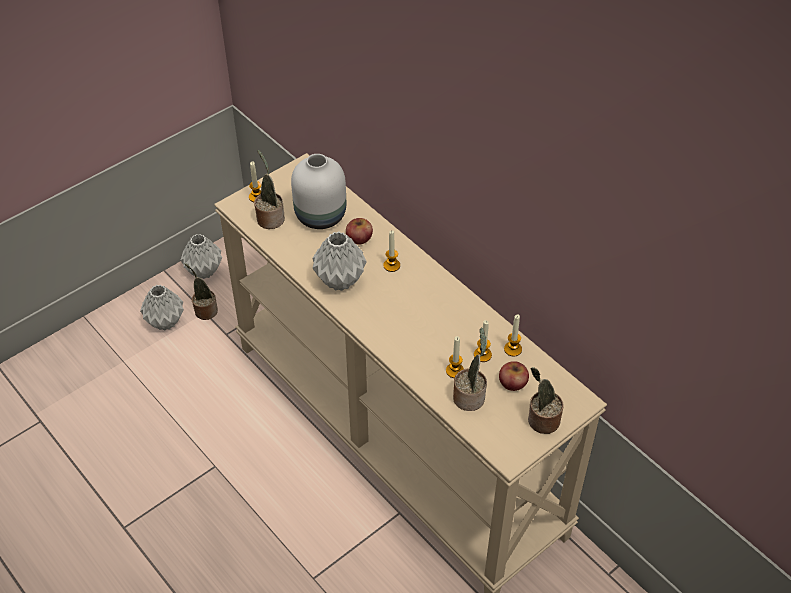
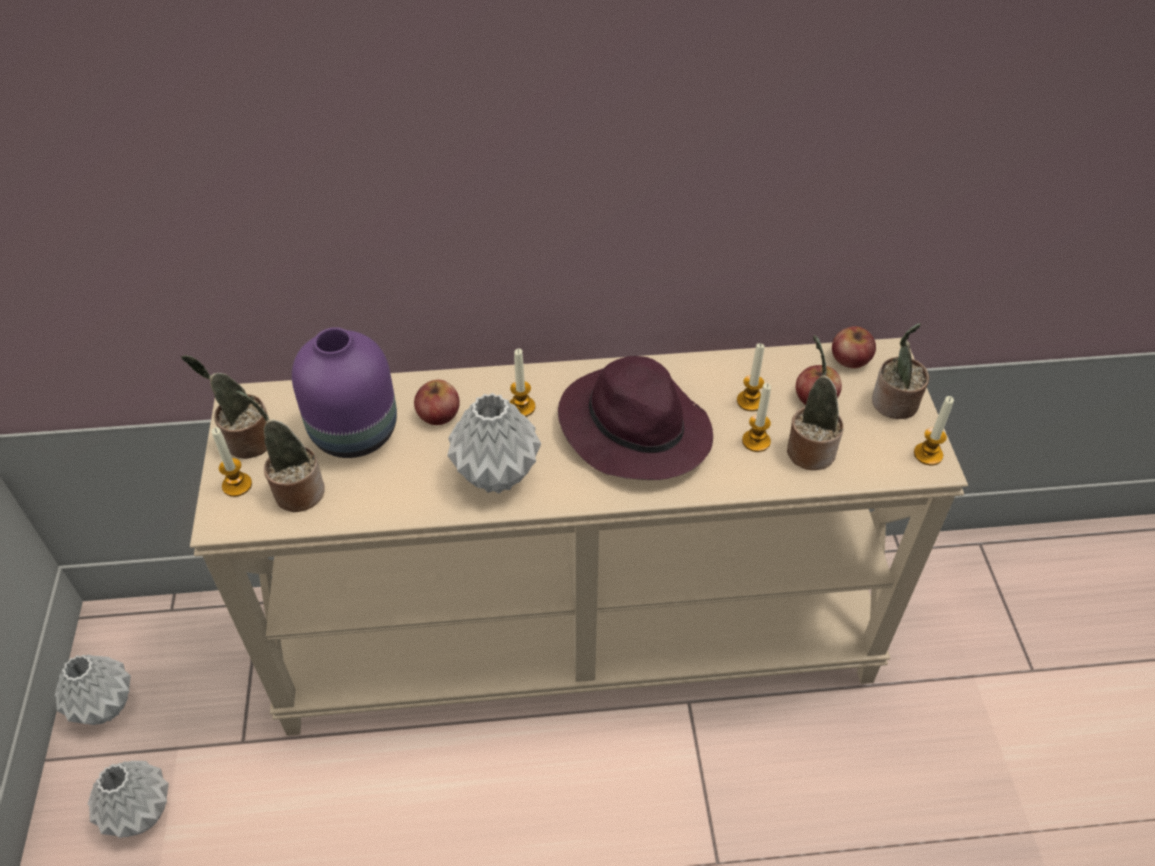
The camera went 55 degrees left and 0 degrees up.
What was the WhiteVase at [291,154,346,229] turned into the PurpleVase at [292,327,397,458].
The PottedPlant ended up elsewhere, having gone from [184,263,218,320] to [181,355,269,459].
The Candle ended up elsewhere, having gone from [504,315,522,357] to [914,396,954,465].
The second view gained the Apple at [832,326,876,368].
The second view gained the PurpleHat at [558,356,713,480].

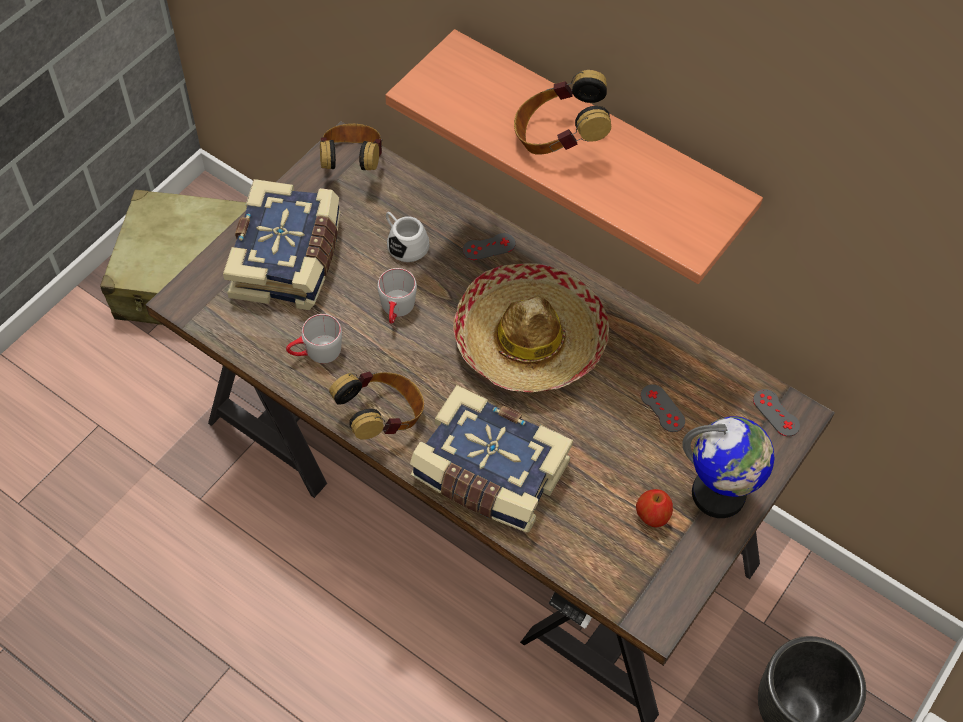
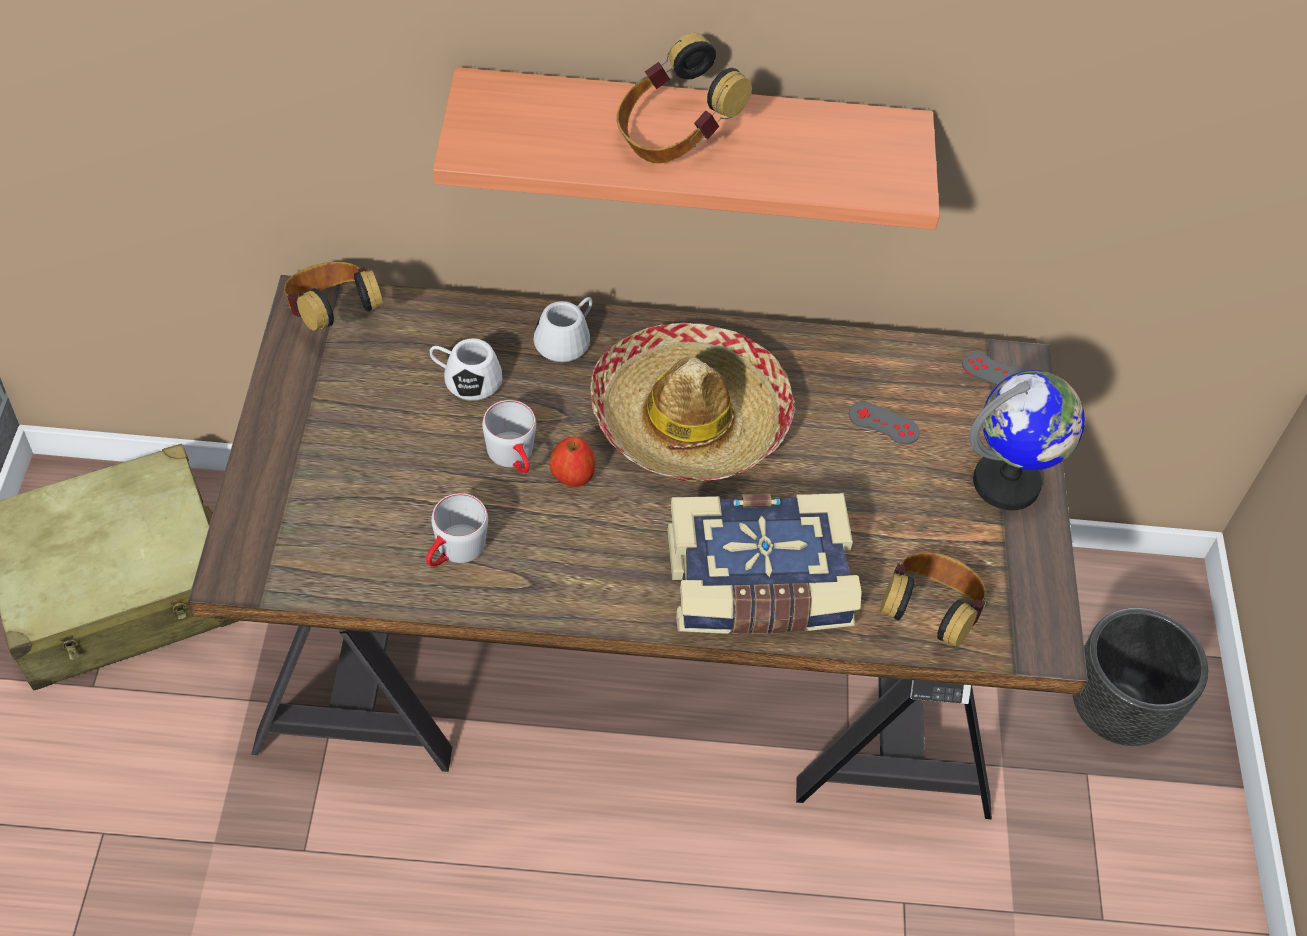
The camera went 35 degrees left and 5 degrees down.
The second view lost the Book at [223,179,340,310].
Where the GreyGameController stood at [463,233,516,260], the WhiteMug came to stand at [533,297,592,362].
The Headphones ended up elsewhere, having gone from [329,371,424,440] to [880,552,986,647].
The Apple ended up elsewhere, having gone from [636,489,673,527] to [549,436,596,487].

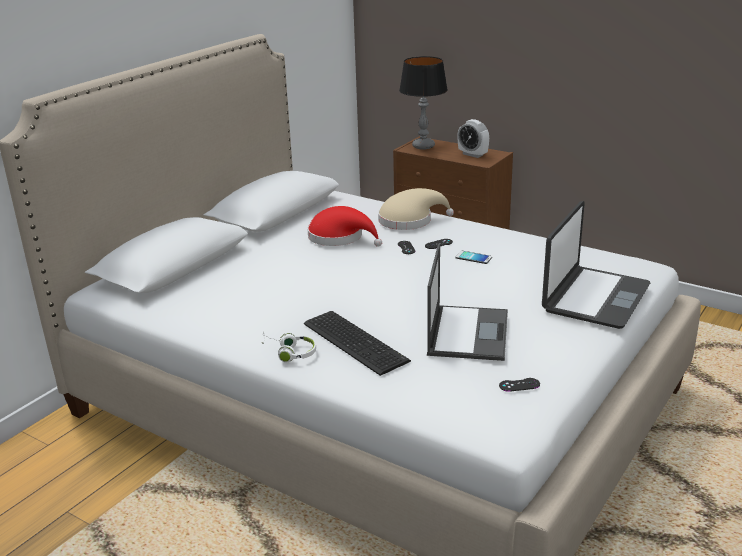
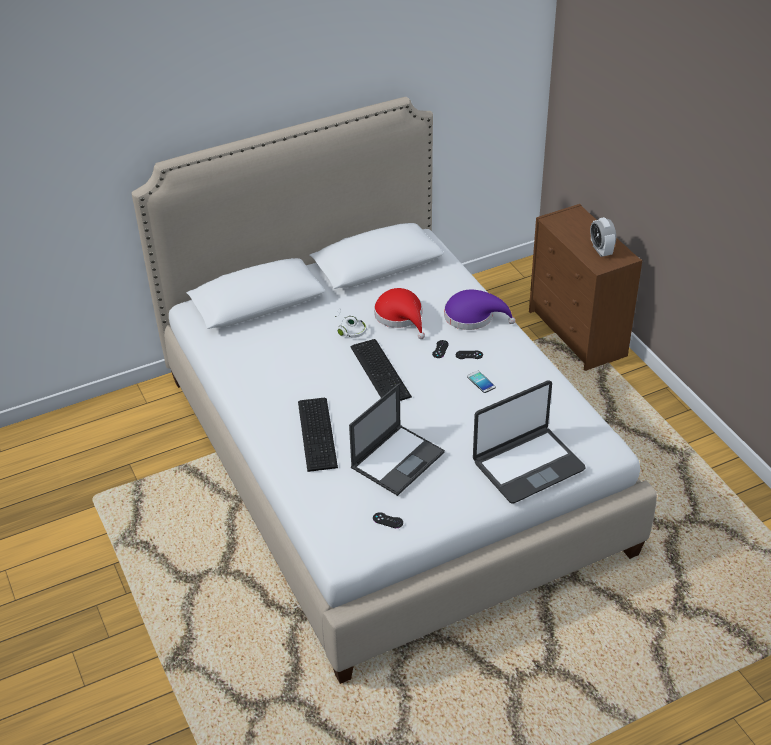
The camera went 30 degrees right and 15 degrees up.
The second view lost the TableLamp at [399,56,448,150].
What was the BeigeHat at [378,188,454,230] turned into the PurpleHat at [444,290,516,330].
The WhiteHeadphones ended up elsewhere, having gone from [262,331,316,363] to [335,308,367,338].
The second view gained the Keyboard at [350,339,412,401].

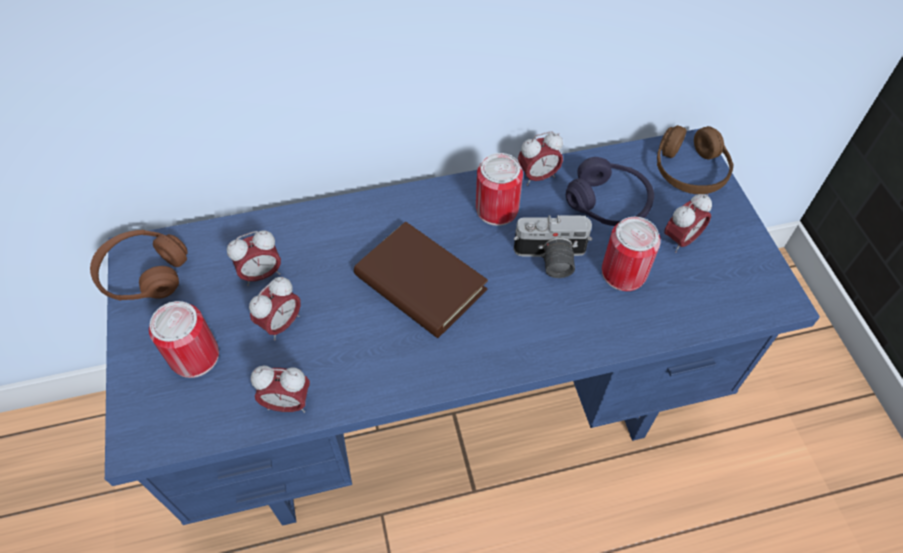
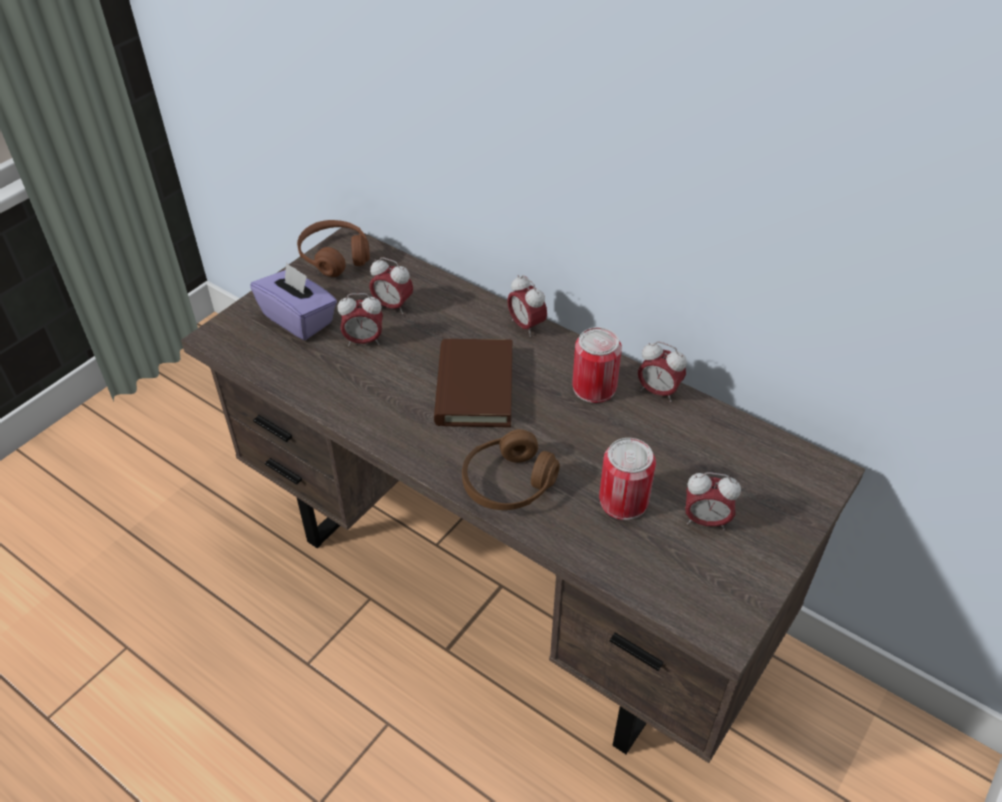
The camera went 50 degrees right and 10 degrees down.
The BrownHeadphones ended up elsewhere, having gone from [657,125,734,194] to [462,429,560,510].
What was the BlueDesk at [105,128,820,526] turned into the BrownDesk at [181,227,865,763].
The second view lost the PurpleHeadphones at [566,157,654,226].
The second view lost the PhotoCamera at [514,215,592,278].
Where the Can stood at [149,301,219,378], the PurpleTissueBox came to stand at [250,262,337,340].
The AlarmClock ended up elsewhere, having gone from [251,366,310,413] to [507,275,547,337].

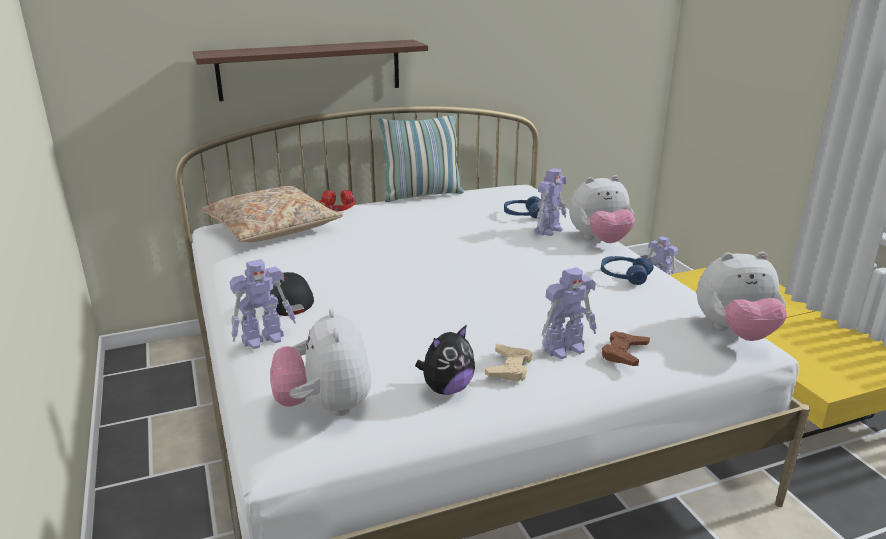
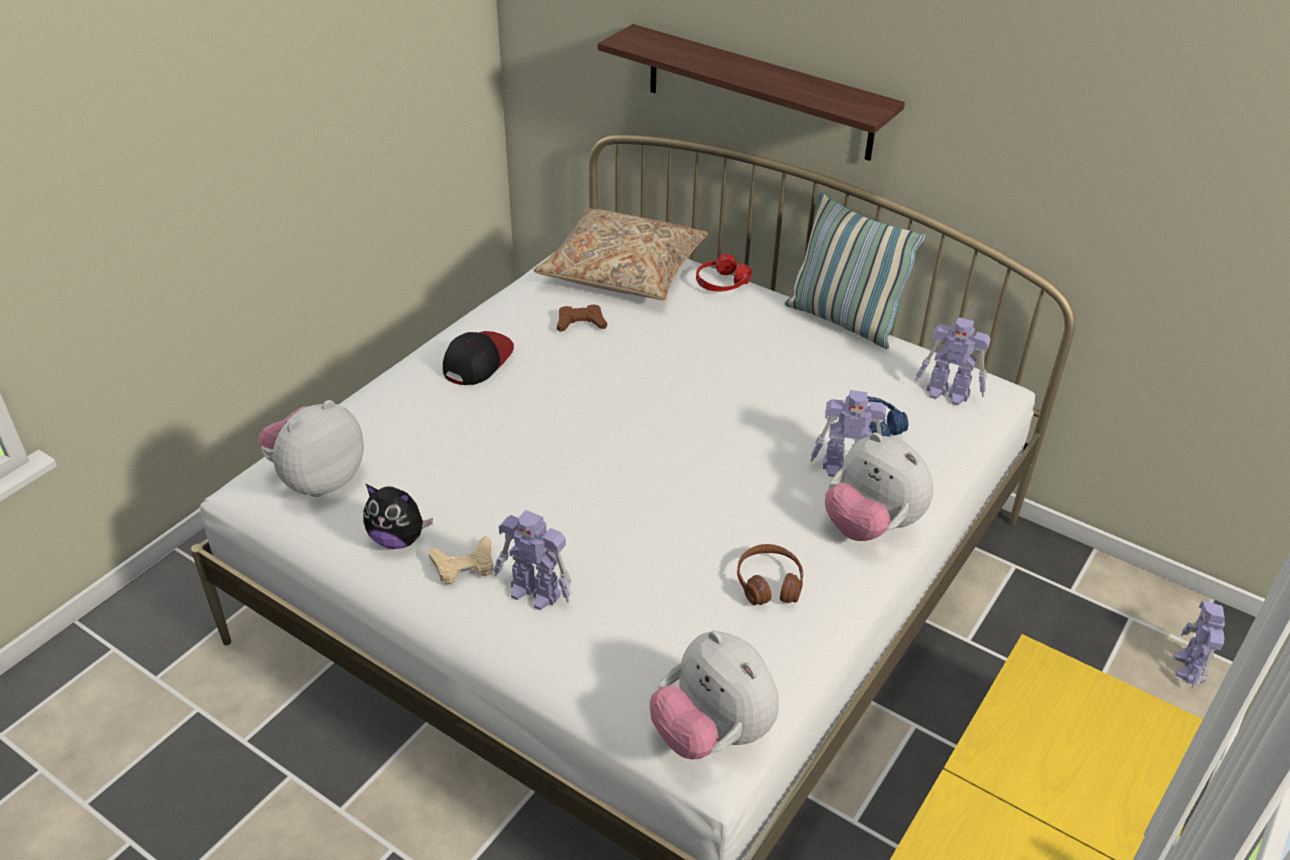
The camera went 55 degrees right and 15 degrees up.
What was the BlueHeadphones at [601,256,653,285] turned into the BrownHeadphones at [737,544,803,605].
The ToyRobot ended up elsewhere, having gone from [230,259,296,349] to [915,317,991,405].
The BrownGameController ended up elsewhere, having gone from [602,331,650,366] to [557,304,607,332].

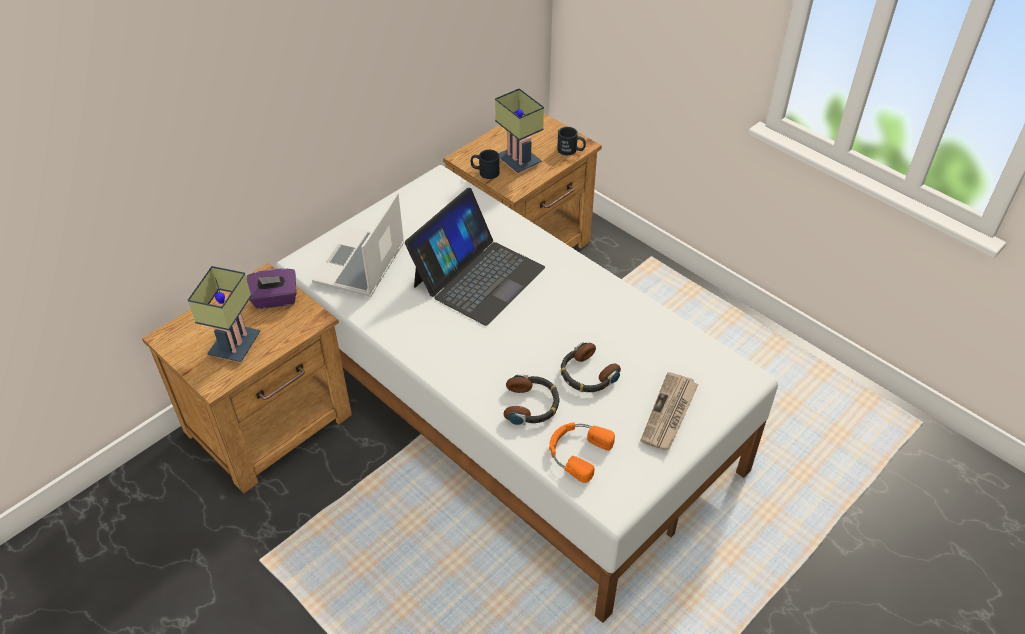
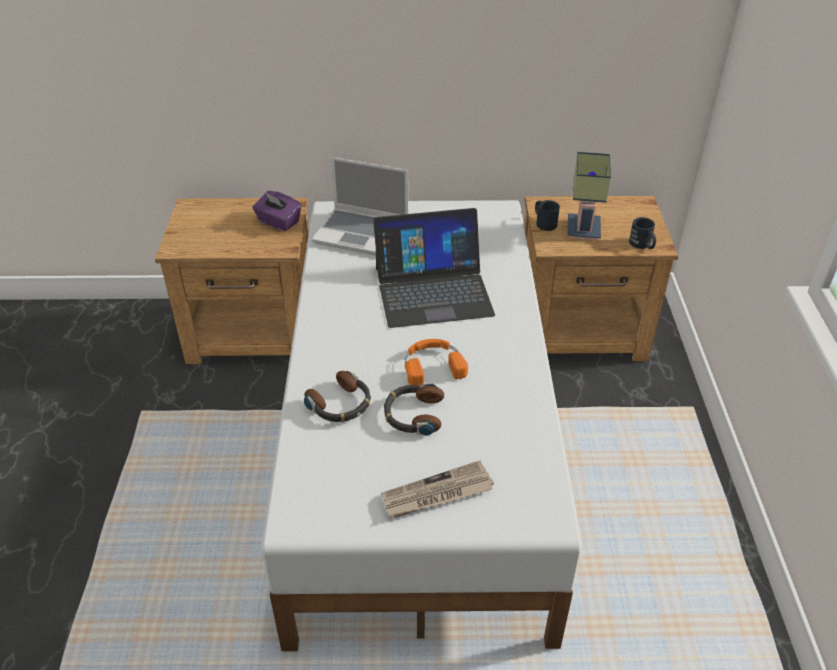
The camera went 45 degrees right and 5 degrees down.
The Laptop at [312,192,404,297] ended up facing another way, 135 degrees counterclockwise from before.
The second view lost the TableLamp at [188,266,260,362].
The OrangeHeadphones ended up elsewhere, having gone from [549,422,615,483] to [405,339,468,386].

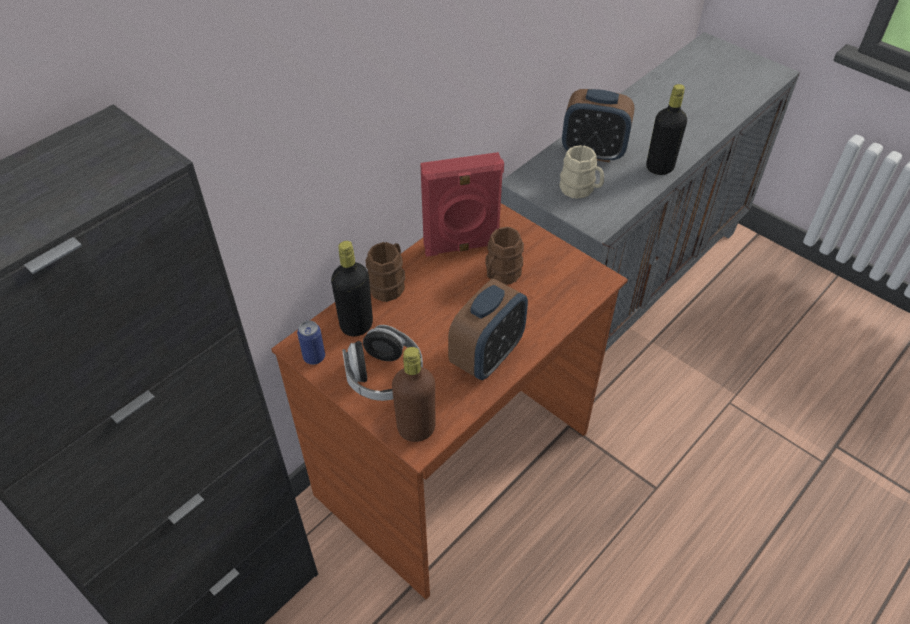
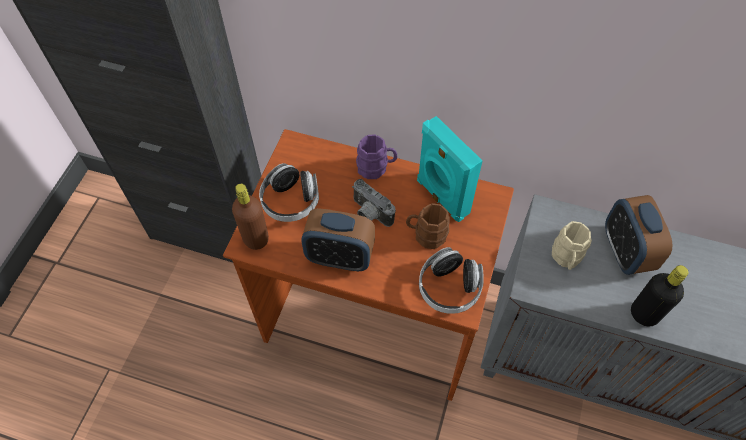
The camera went 65 degrees right and 10 degrees up.
What was the RedSpeaker at [420,152,504,257] turned into the TurquoiseSpeaker at [417,116,482,222].
The second view lost the BlackBottle at [331,241,373,336].
What was the BrownMug at [366,242,405,302] turned into the PurpleMug at [356,135,398,179].
The second view lost the Can at [297,320,325,365].
The second view gained the PhotoCamera at [352,179,396,227].
The second view gained the Headphones at [419,247,483,314].

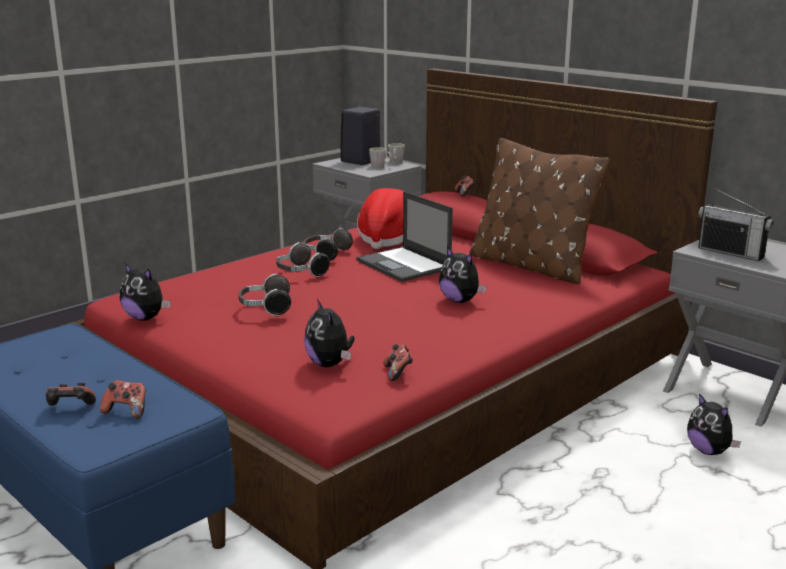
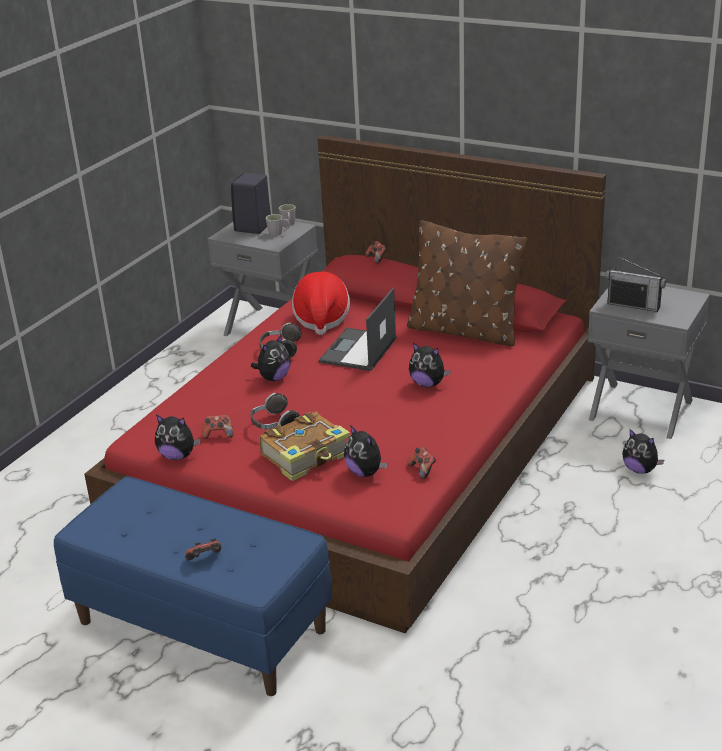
The camera went 15 degrees left and 10 degrees up.
The Laptop at [356,191,453,282] ended up facing another way, 75 degrees clockwise from before.
Where the Headphones stood at [276,242,330,277], the PlushToy came to stand at [251,334,291,381].
The GameController ended up elsewhere, having gone from [100,380,146,419] to [202,415,233,439].
The second view gained the Book at [259,412,350,481].

